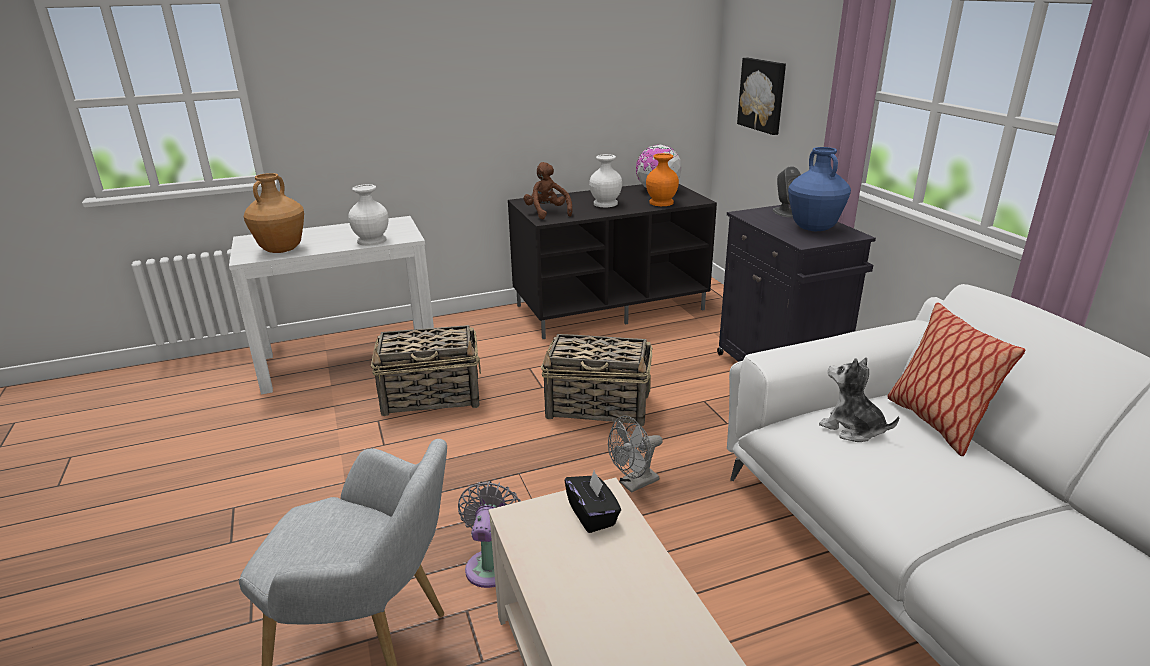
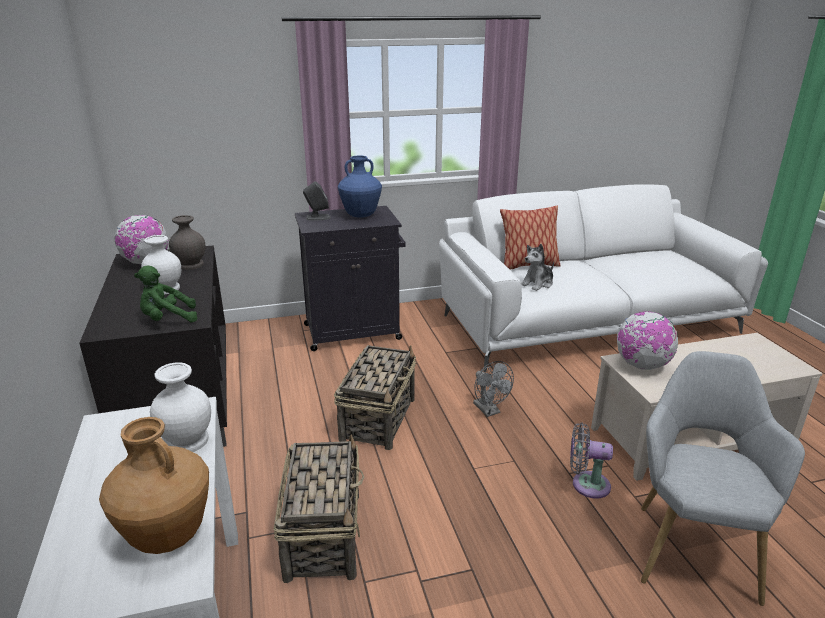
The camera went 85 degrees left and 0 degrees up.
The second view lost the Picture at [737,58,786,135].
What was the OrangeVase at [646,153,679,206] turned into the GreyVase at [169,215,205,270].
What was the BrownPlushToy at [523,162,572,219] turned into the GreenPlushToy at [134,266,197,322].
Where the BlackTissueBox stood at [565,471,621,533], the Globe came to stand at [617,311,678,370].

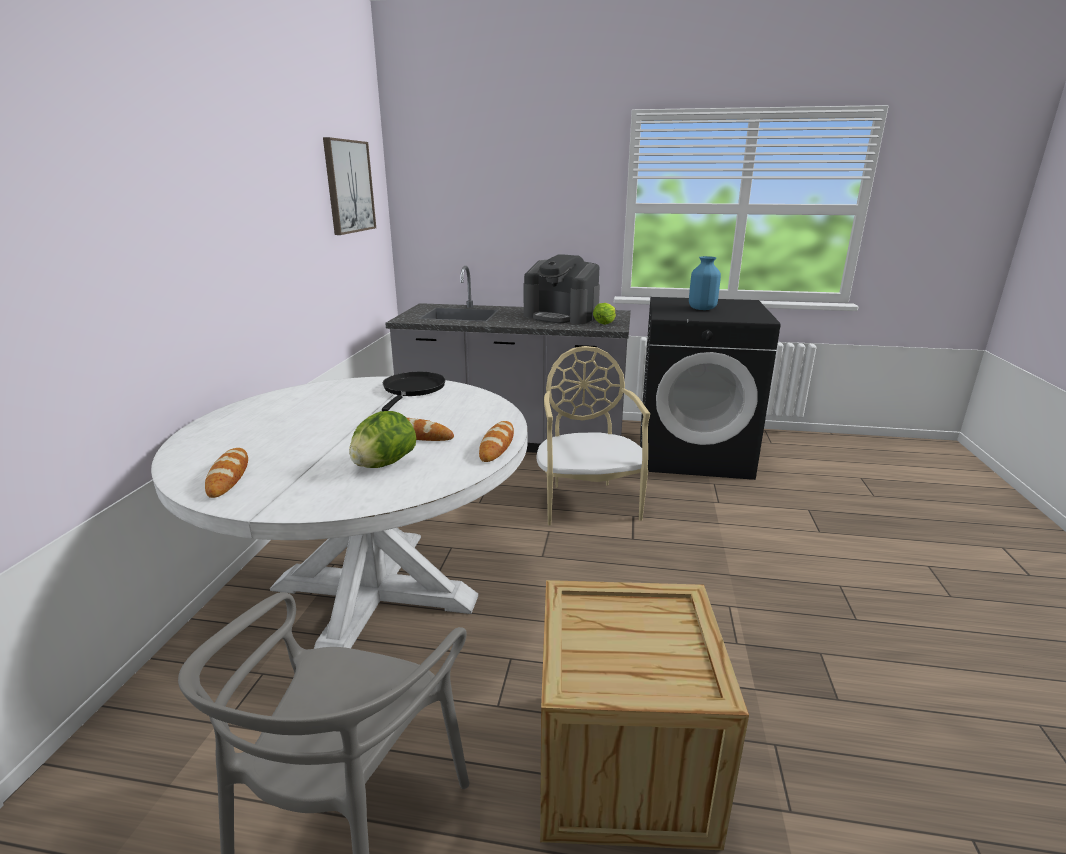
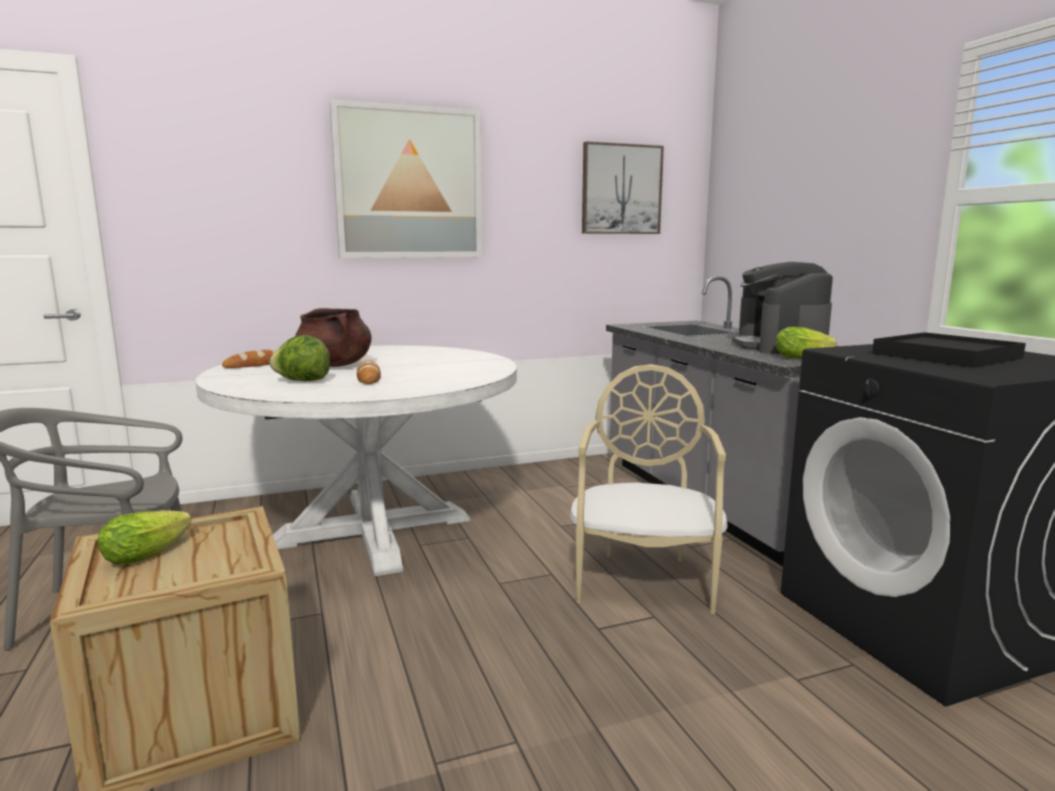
The camera went 60 degrees right and 10 degrees down.
Where the BlueVase stood at [689,256,721,310], the BlackTray came to stand at [872,332,1026,368].
The BeigeChair at [536,346,650,526] ended up facing another way, 45 degrees counterclockwise from before.
The second view lost the BlackFryingPan at [382,372,446,411].
The second view lost the Bread at [479,421,514,462].
The second view gained the Picture at [330,100,482,258].
The second view gained the BrownCookingPot at [295,308,372,367].
The second view gained the Lettuce at [98,510,192,564].

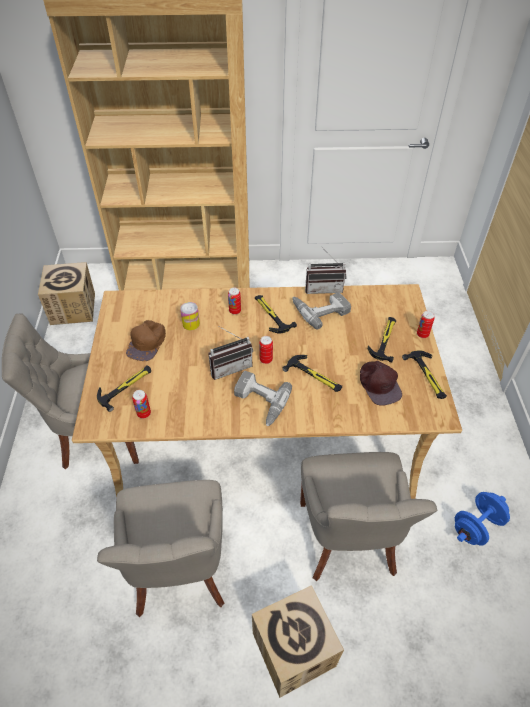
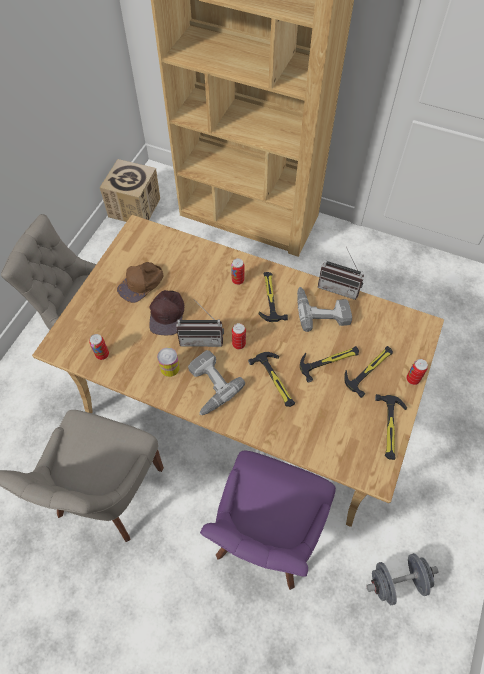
The camera went 25 degrees right and 10 degrees up.
The Can ended up elsewhere, having gone from [180,302,200,330] to [157,347,180,377].
The BrownCap ended up elsewhere, having gone from [360,361,402,406] to [149,290,184,335].
The Hammer ended up elsewhere, having gone from [97,365,151,412] to [300,346,359,382].
What was the GreyChair at [300,452,438,581] turned into the PurpleChair at [200,451,336,590].
What was the BlueDumbbell at [455,492,510,546] turned into the GreyDumbbell at [366,553,438,605].
The second view lost the CardboardBox at [252,585,344,698].

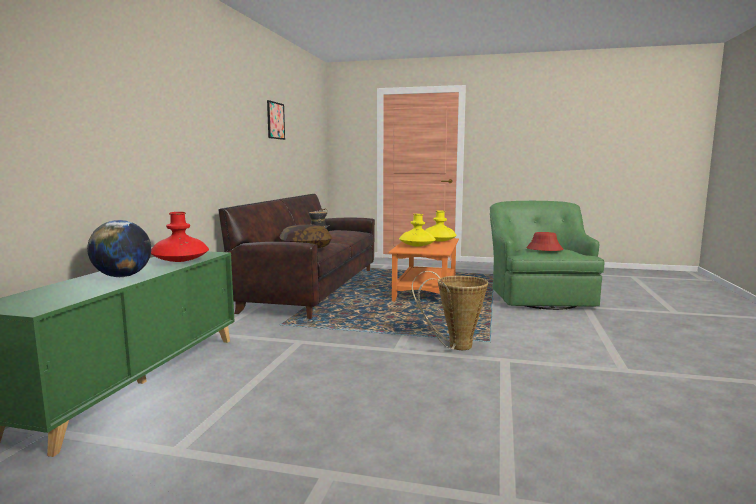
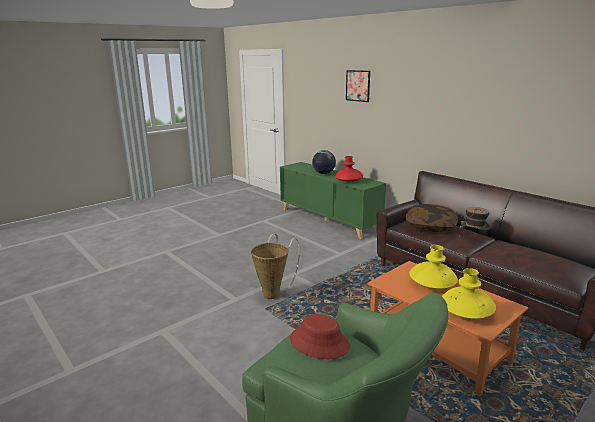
The camera went 125 degrees right and 10 degrees up.
The Picture ended up elsewhere, having gone from [267,100,285,140] to [346,70,370,102].

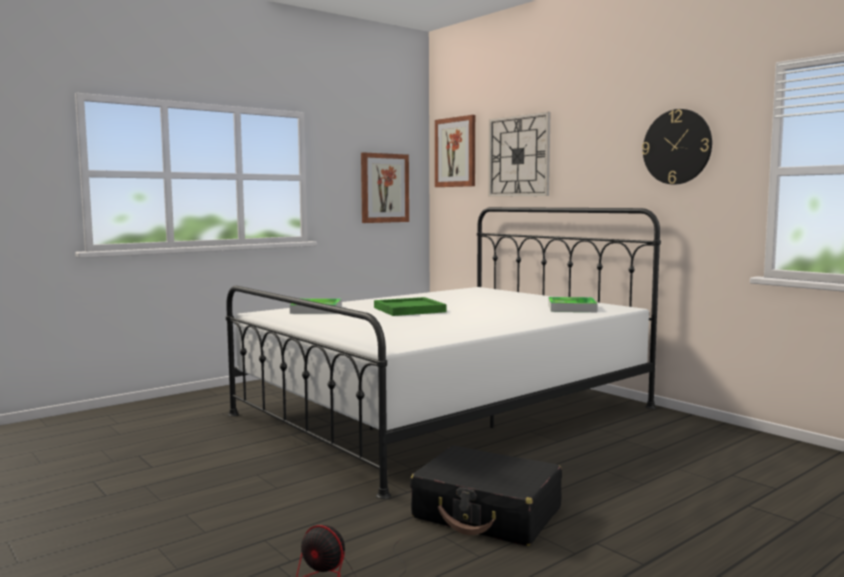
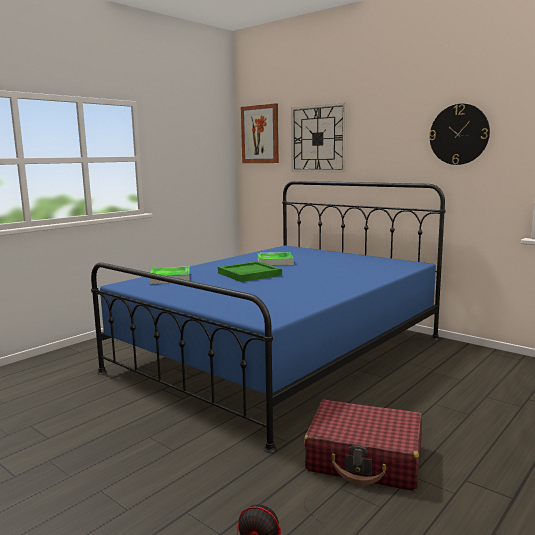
The camera went 10 degrees left and 5 degrees up.
The second view lost the Picture at [361,152,409,223].
What was the WhiteBed at [226,207,661,499] turned into the BlueBed at [91,181,445,453].
The Tray ended up elsewhere, having gone from [548,297,598,312] to [258,252,294,266].
What was the BlackSuitcase at [410,445,562,546] turned into the RedSuitcase at [304,400,422,491].

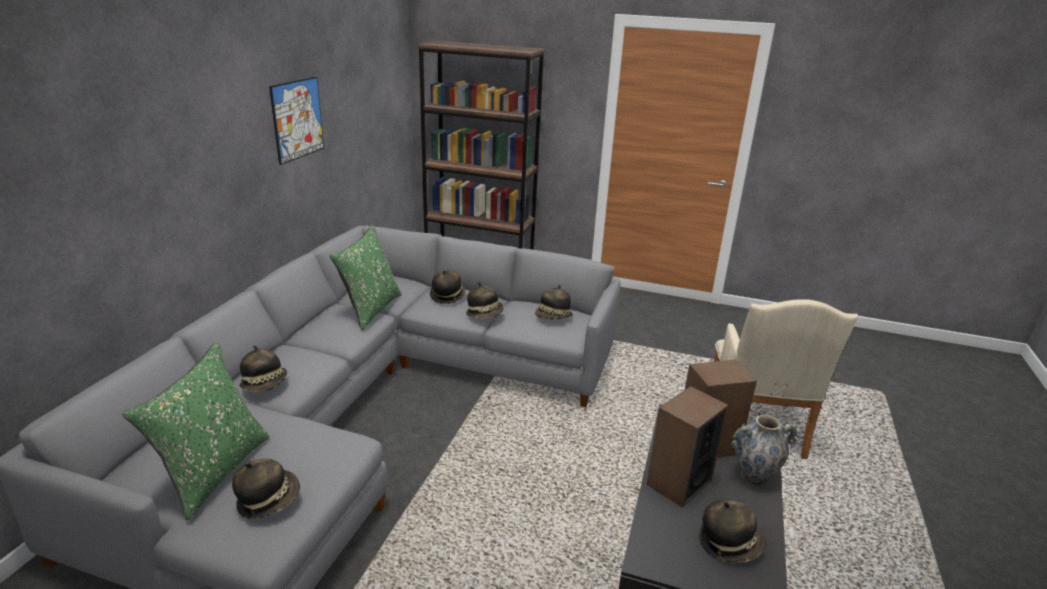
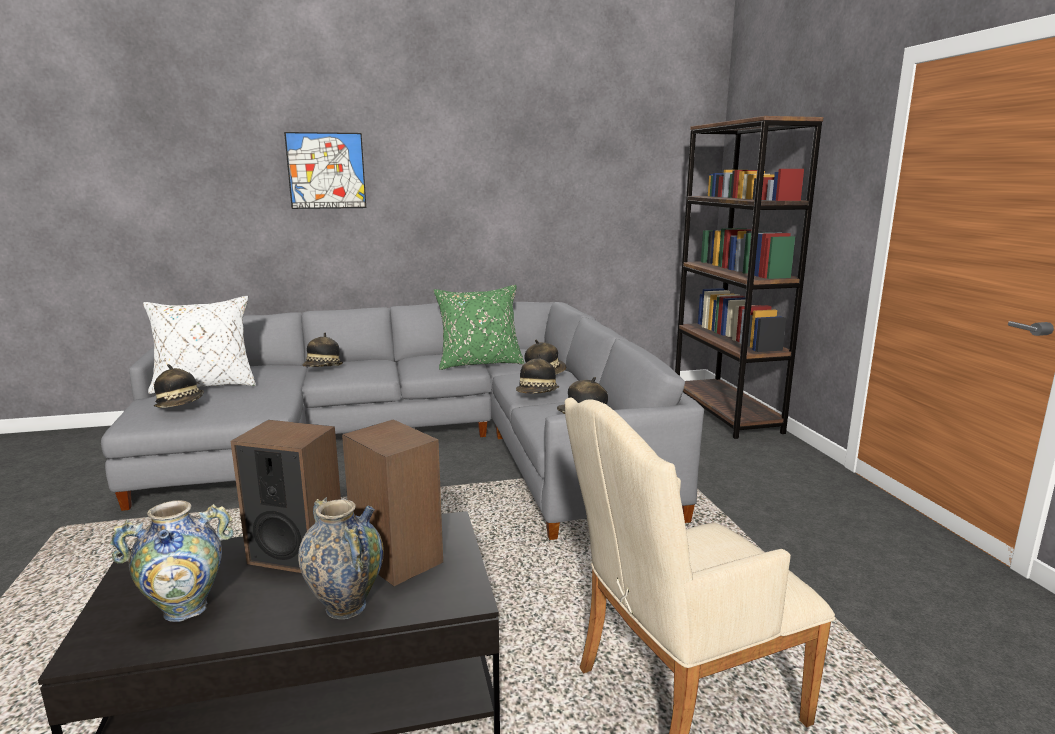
The camera went 60 degrees right and 10 degrees down.
The Picture ended up elsewhere, having gone from [269,77,324,165] to [284,132,366,209].
What was the GreenPillow at [122,342,270,520] turned into the WhitePillow at [143,296,256,394].
Where the Hat stood at [699,499,766,562], the Vase came to stand at [110,500,234,622].

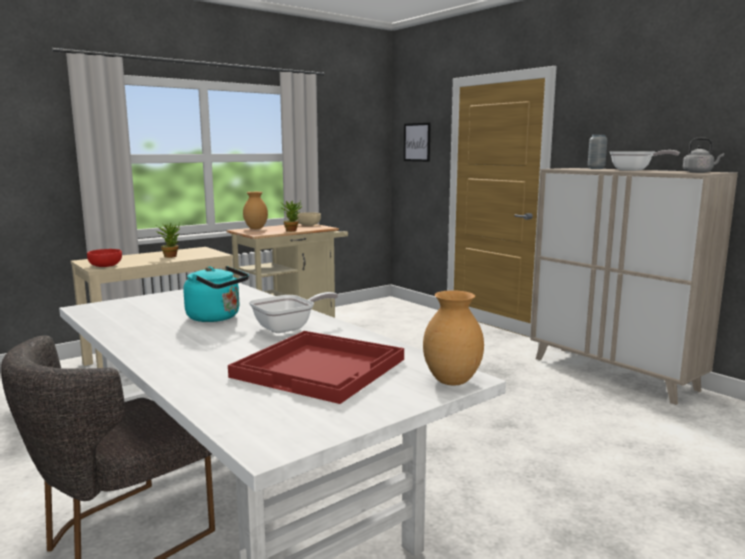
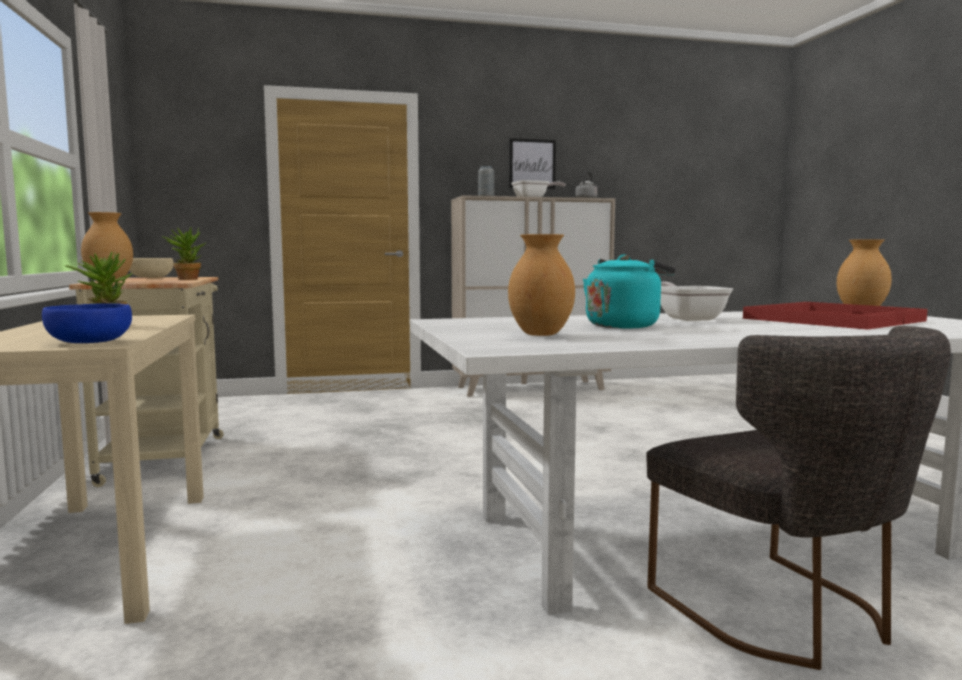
The camera went 65 degrees left and 5 degrees down.
The Picture ended up elsewhere, having gone from [404,123,431,162] to [509,138,556,189].
What was the RedBowl at [87,249,122,267] turned into the BlueBowl at [42,303,132,343].
The second view gained the BrownVase at [508,234,575,336].

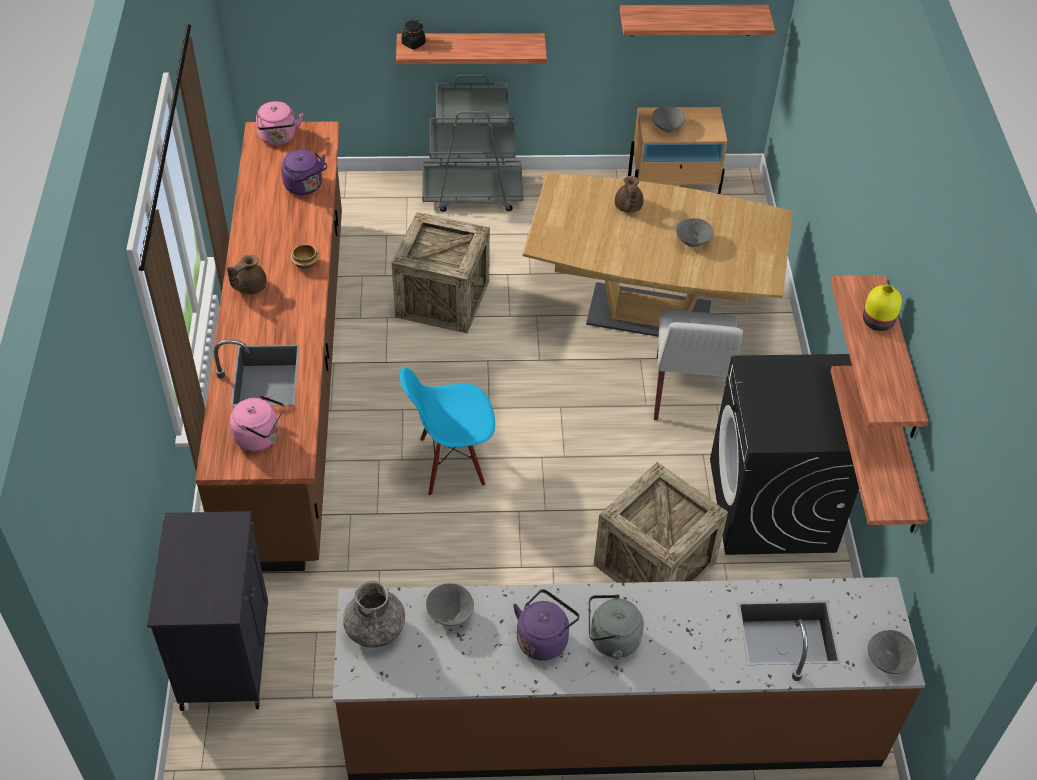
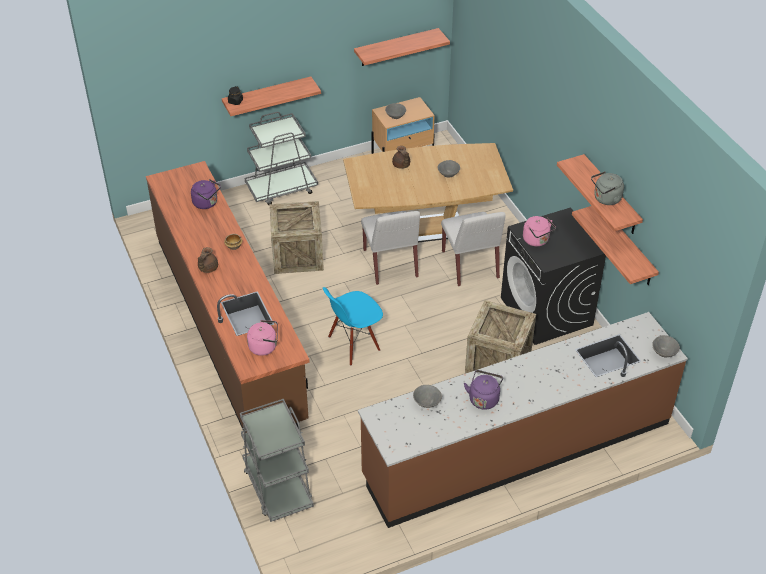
The camera went 20 degrees left and 5 degrees down.
The PinkKettle ended up elsewhere, having gone from [256,101,303,145] to [523,216,556,246].
The second view lost the YellowVase at [863,285,902,331].
Where the BlackCabinet stood at [147,511,269,711], the GreyCart came to stand at [240,399,314,522].
The second view lost the GreyVase at [343,581,405,648].
The GreyKettle ended up elsewhere, having gone from [589,594,644,660] to [591,171,624,205].
The second view gained the WhiteChair at [361,211,420,285].

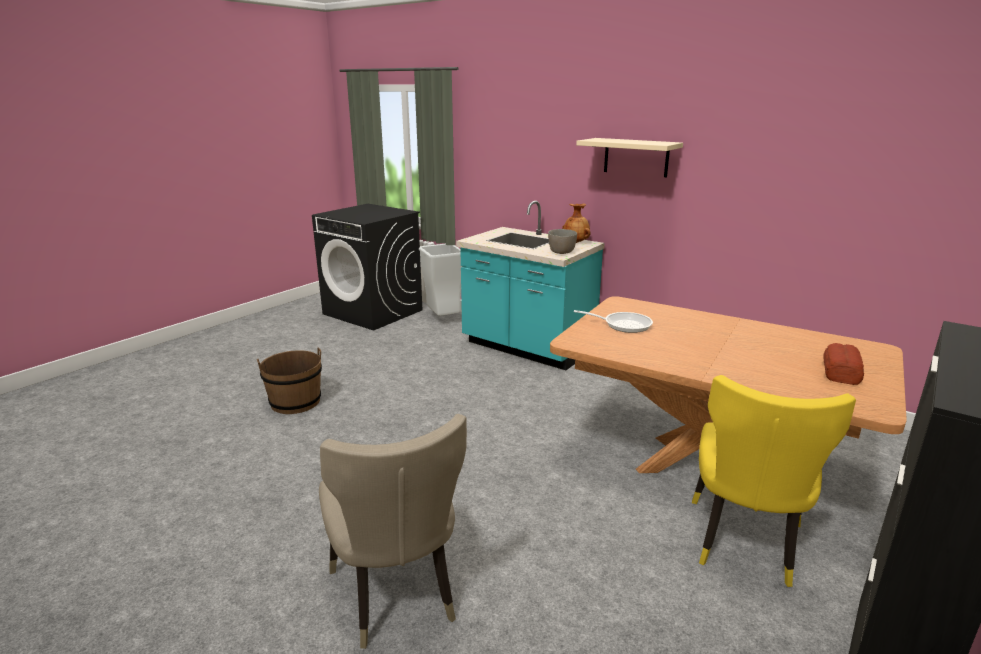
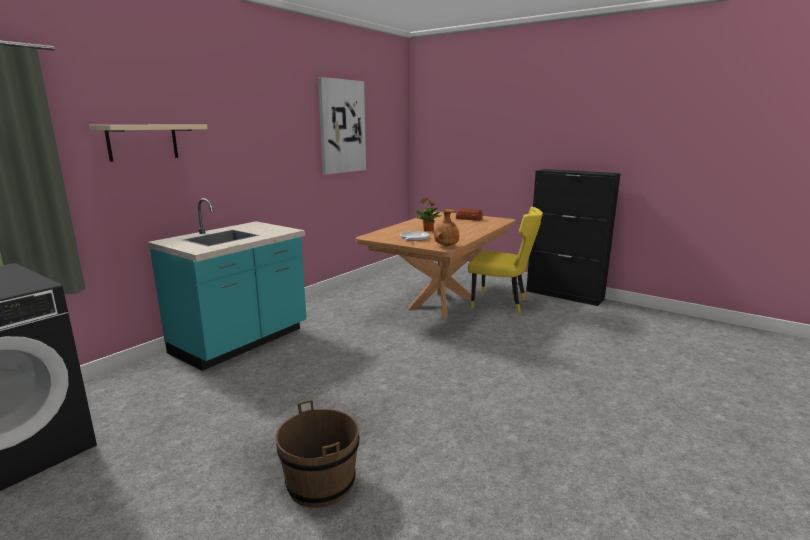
The camera went 90 degrees left and 5 degrees down.
The BeigeShelf ended up elsewhere, having gone from [576,138,683,177] to [89,125,208,162].
The BrownVase ended up elsewhere, having gone from [562,203,591,243] to [434,209,459,246].
The second view lost the GreyBowl at [548,229,577,254].
The second view lost the GreyTrashCan at [419,244,463,316].
The second view lost the BeigeChair at [319,414,467,649].
The second view gained the Picture at [318,77,366,175].
The second view gained the PottedPlant at [415,198,442,231].

